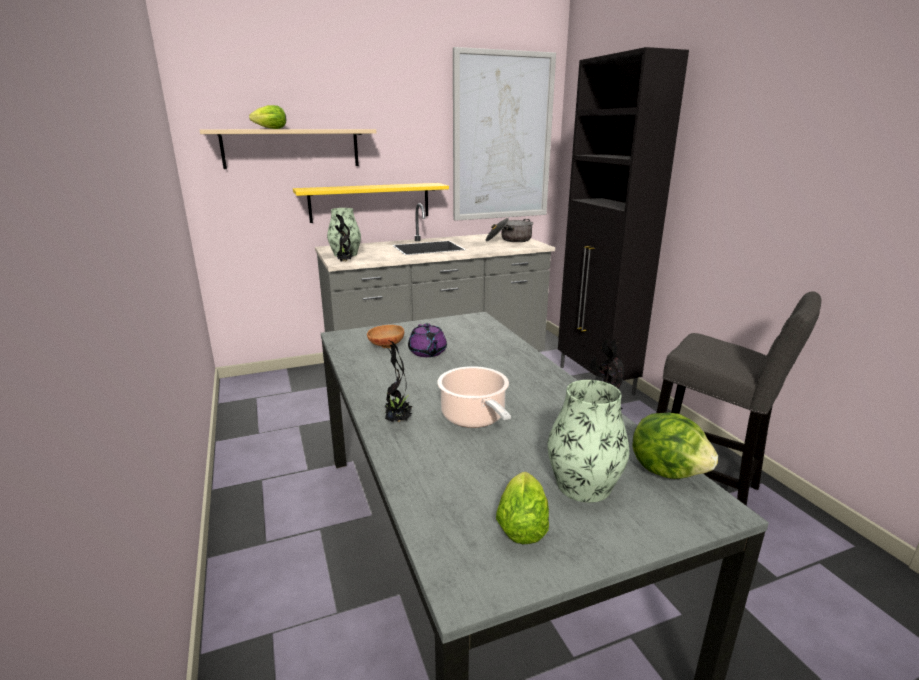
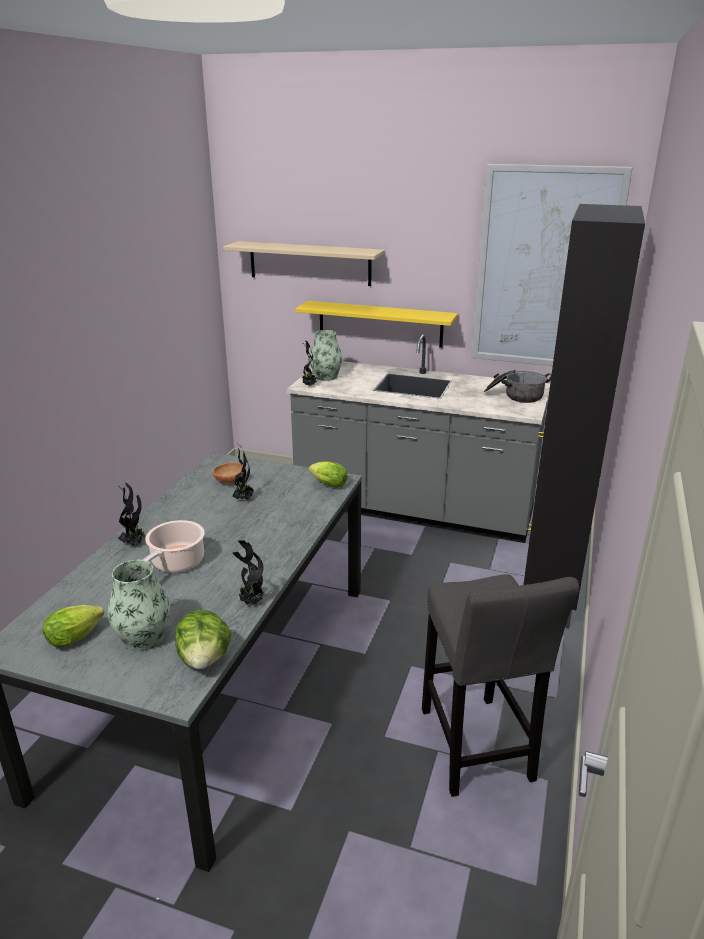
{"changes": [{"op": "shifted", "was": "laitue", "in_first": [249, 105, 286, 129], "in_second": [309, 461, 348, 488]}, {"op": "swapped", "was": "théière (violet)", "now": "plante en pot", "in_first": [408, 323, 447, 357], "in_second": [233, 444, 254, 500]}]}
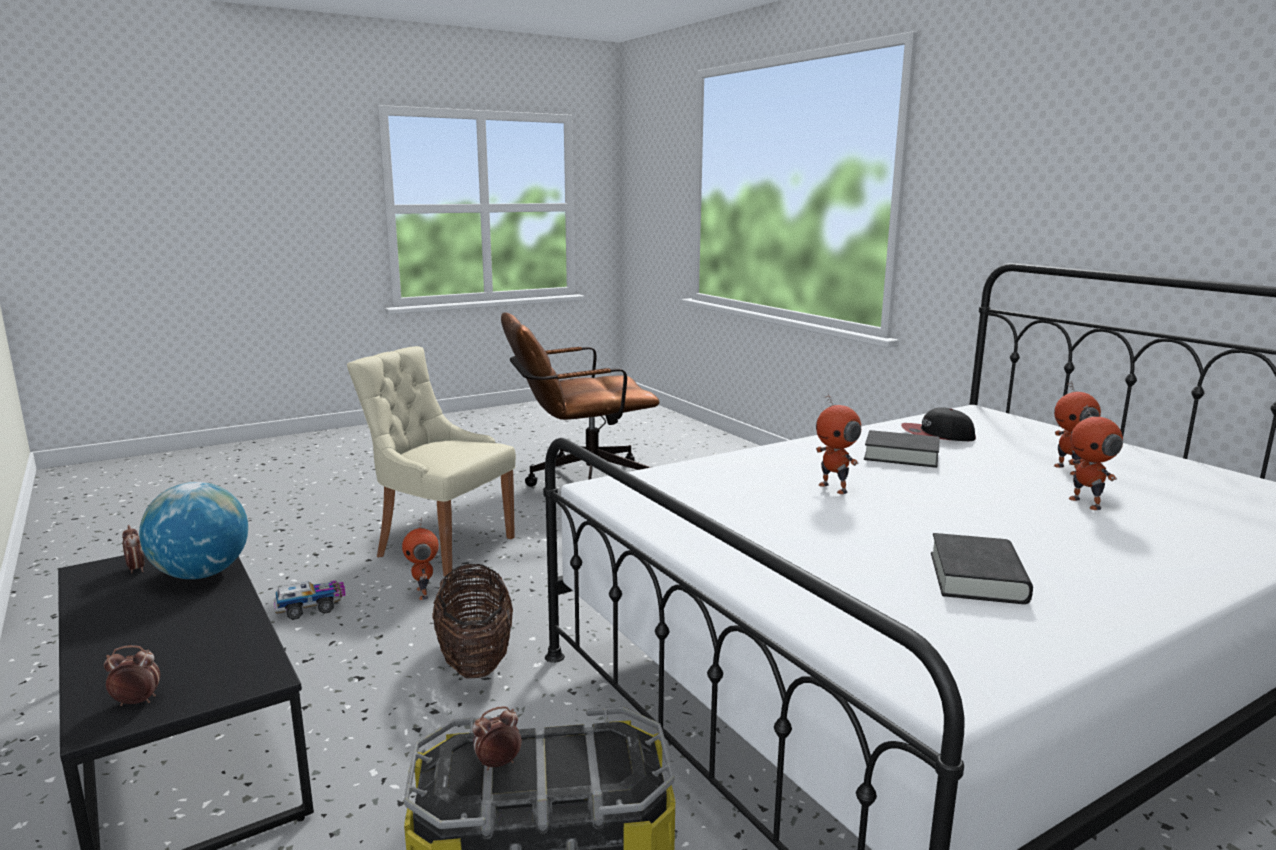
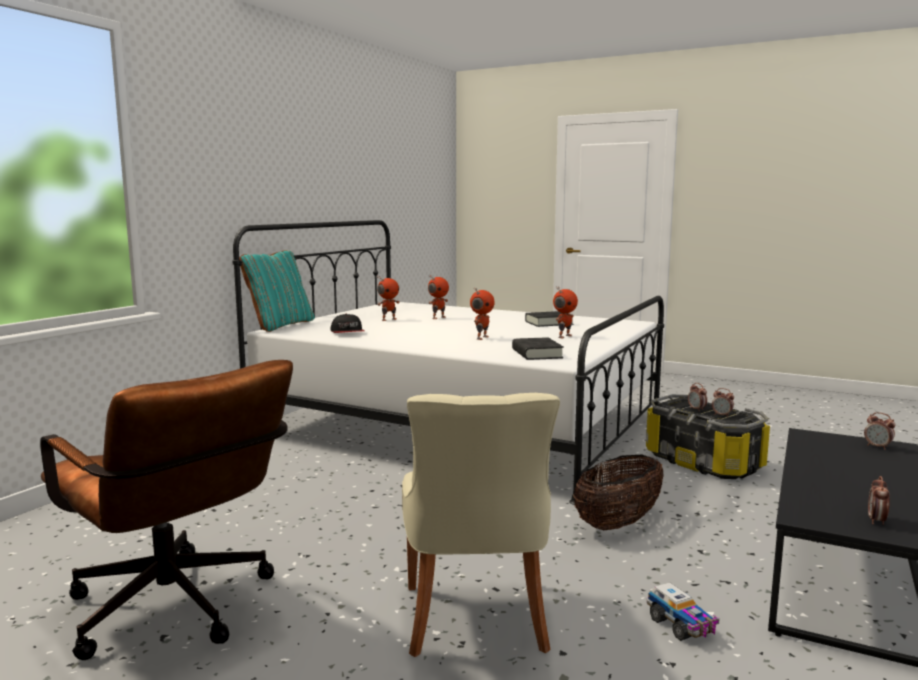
{"changes": [{"op": "gone", "was": "globe", "in_first": [139, 482, 248, 579]}, {"op": "new", "now": "coussin (turquoise)", "in_second": [239, 250, 315, 332]}, {"op": "new", "now": "réveil", "in_second": [688, 383, 707, 410]}, {"op": "shifted", "was": "robot jouet", "in_first": [402, 518, 439, 600], "in_second": [553, 286, 578, 338]}, {"op": "shifted", "was": "livre (noir)", "in_first": [864, 430, 940, 468], "in_second": [512, 337, 564, 360]}, {"op": "rotated", "was": "camion jouet", "in_first": [274, 580, 345, 620], "in_second": [646, 582, 720, 641], "clockwise": -150}]}
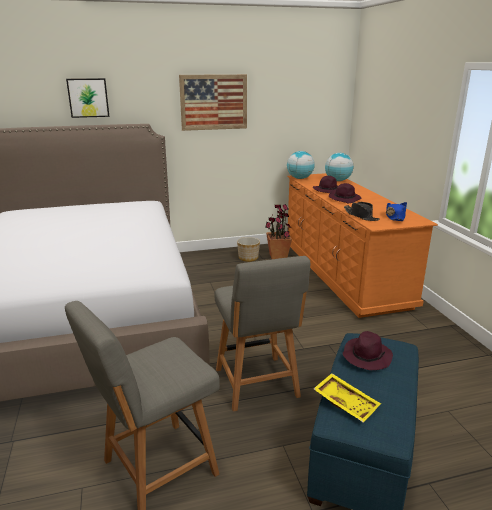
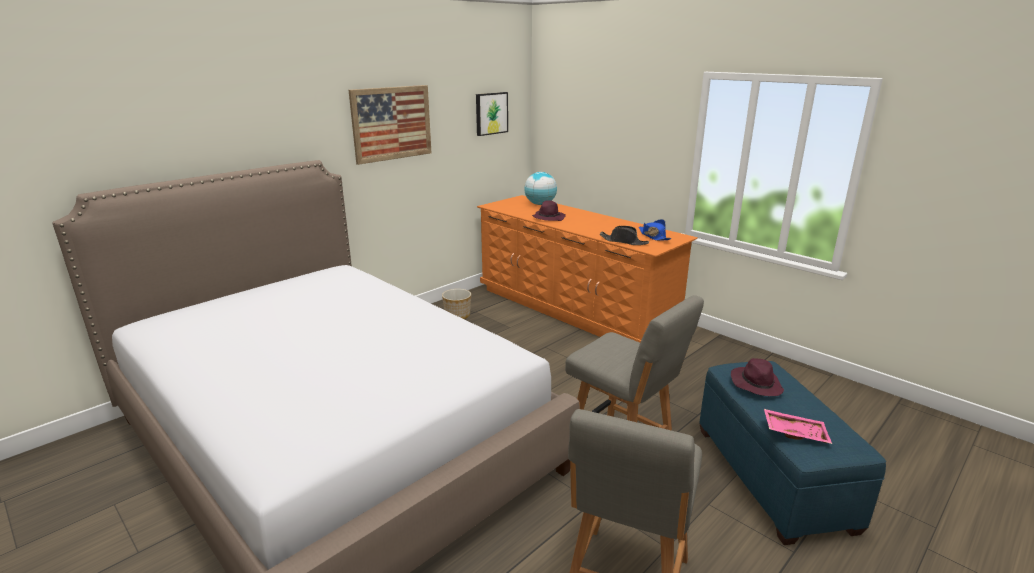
{"changes": [{"op": "gone", "was": "plante en pot", "in_first": [265, 204, 292, 259]}, {"op": "gone", "was": "globe", "in_first": [287, 151, 315, 179]}, {"op": "gone", "was": "chapeau (violet)", "in_first": [329, 183, 361, 203]}, {"op": "shifted", "was": "tableau", "in_first": [66, 78, 109, 118], "in_second": [476, 92, 508, 136]}, {"op": "repainted", "was": "plateau (jaune)", "now": "plateau (rose)", "in_first": [314, 373, 381, 423], "in_second": [764, 409, 832, 444]}]}
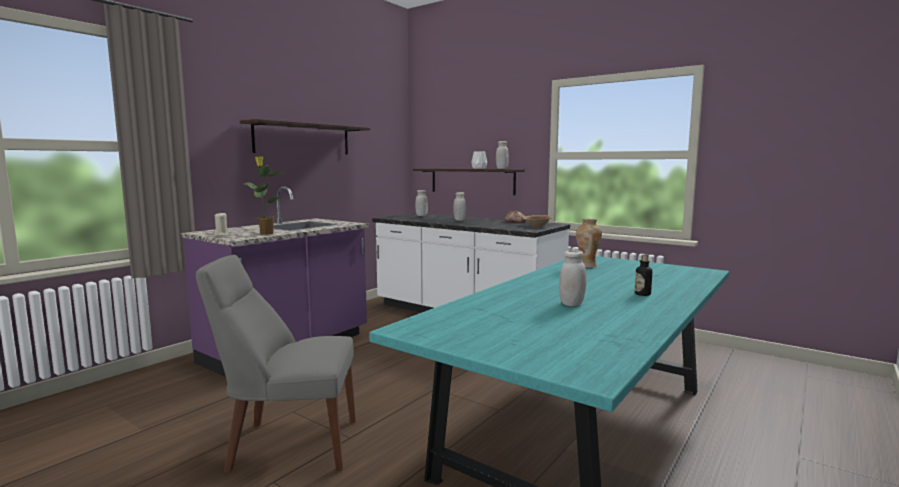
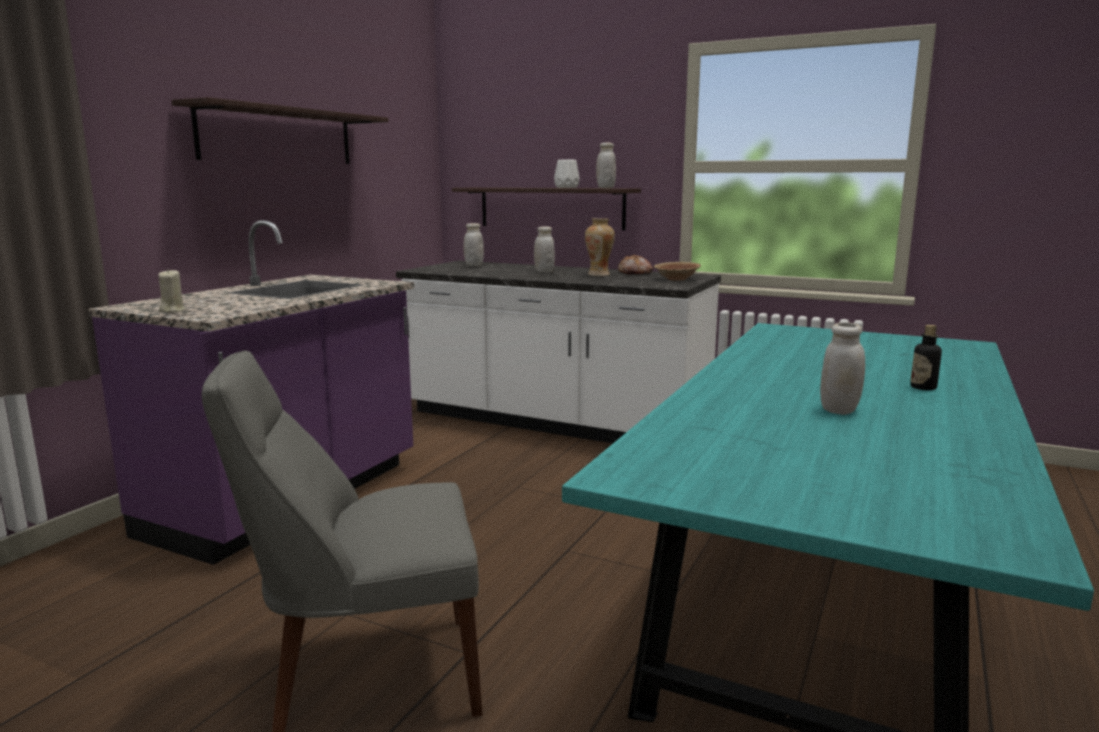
{"changes": [{"op": "gone", "was": "plante en pot", "in_first": [243, 157, 284, 235]}, {"op": "shifted", "was": "vase", "in_first": [576, 218, 602, 268], "in_second": [585, 218, 615, 276]}]}
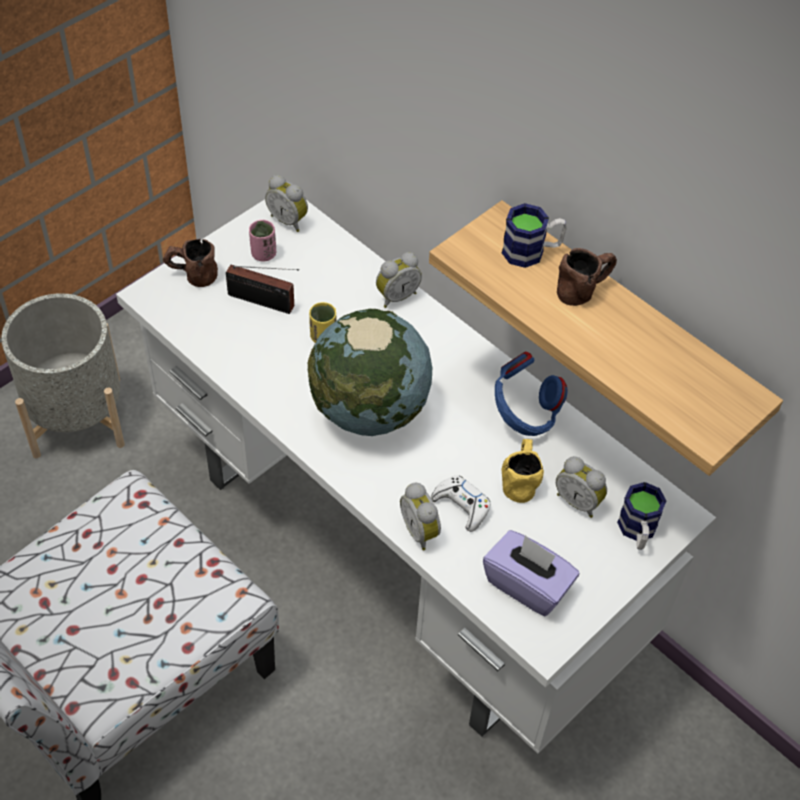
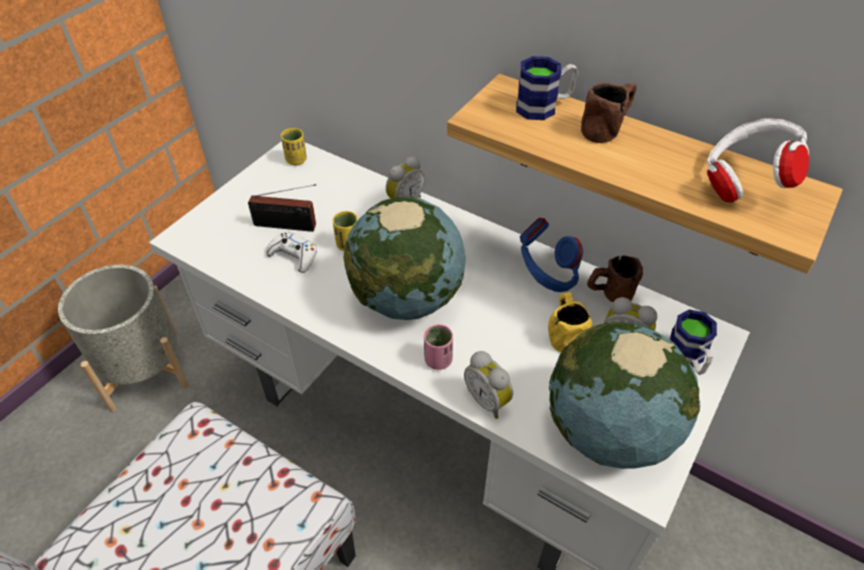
{"changes": [{"op": "new", "now": "casque audio (blanc)", "in_second": [707, 118, 809, 203]}, {"op": "shifted", "was": "mug (marron)", "in_first": [163, 239, 218, 287], "in_second": [587, 255, 643, 302]}, {"op": "shifted", "was": "tasse (rose)", "in_first": [249, 220, 276, 261], "in_second": [424, 324, 453, 370]}, {"op": "shifted", "was": "manette (blanc)", "in_first": [431, 475, 491, 532], "in_second": [266, 232, 317, 273]}, {"op": "swapped", "was": "réveil", "now": "tasse (jaune)", "in_first": [265, 175, 308, 232], "in_second": [281, 128, 307, 165]}, {"op": "swapped", "was": "boîte à mouchoirs (violet)", "now": "globe", "in_first": [483, 530, 579, 616], "in_second": [549, 322, 700, 469]}]}
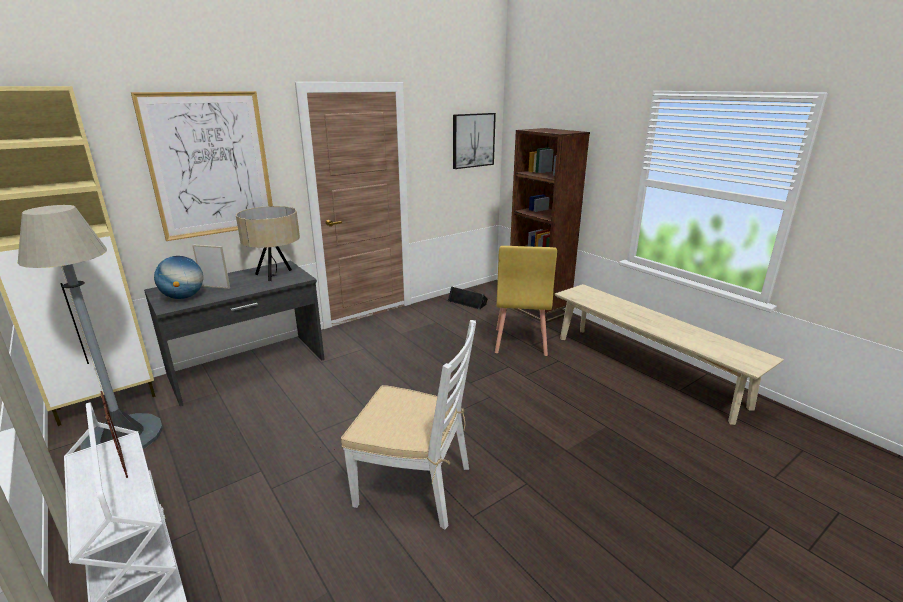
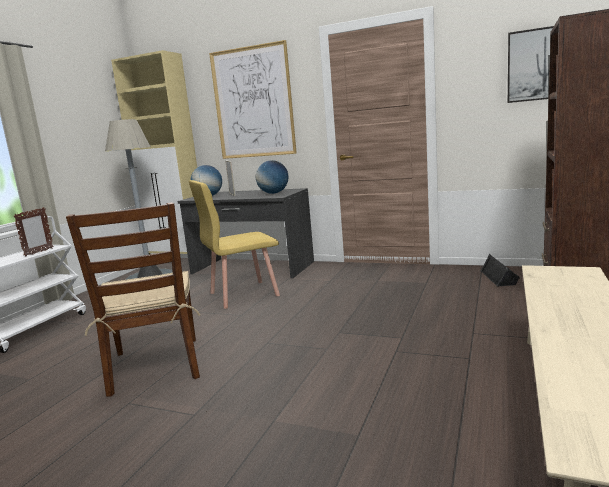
{"changes": [{"op": "shifted", "was": "chaise (jaune)", "in_first": [495, 246, 557, 356], "in_second": [189, 180, 280, 309]}, {"op": "swapped", "was": "lampe de table (beige)", "now": "globe", "in_first": [236, 206, 300, 281], "in_second": [256, 160, 288, 194]}, {"op": "repainted", "was": "chaise (blanc)", "now": "chaise (marron)", "in_first": [341, 320, 476, 530], "in_second": [66, 202, 200, 397]}]}
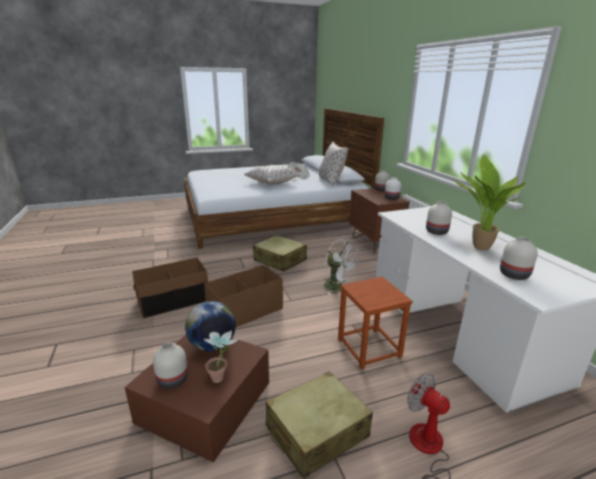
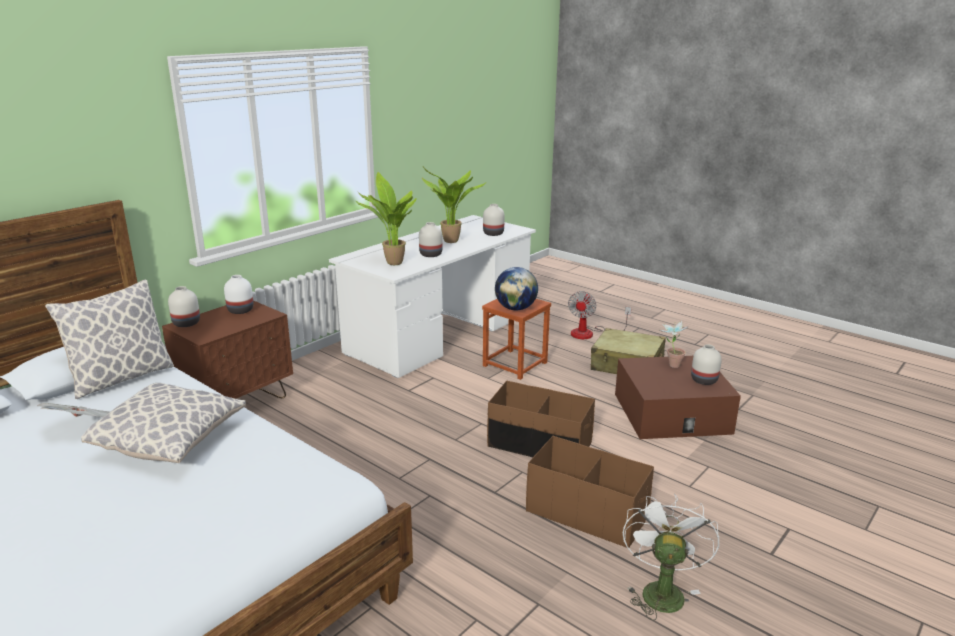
{"changes": [{"op": "gone", "was": "valise (beige)", "in_first": [253, 235, 307, 272]}, {"op": "new", "now": "plante en pot", "in_second": [355, 172, 417, 265]}, {"op": "shifted", "was": "globe", "in_first": [185, 301, 236, 351], "in_second": [495, 267, 538, 310]}, {"op": "shifted", "was": "ventilateur (blanc)", "in_first": [324, 239, 359, 295], "in_second": [623, 494, 719, 620]}]}
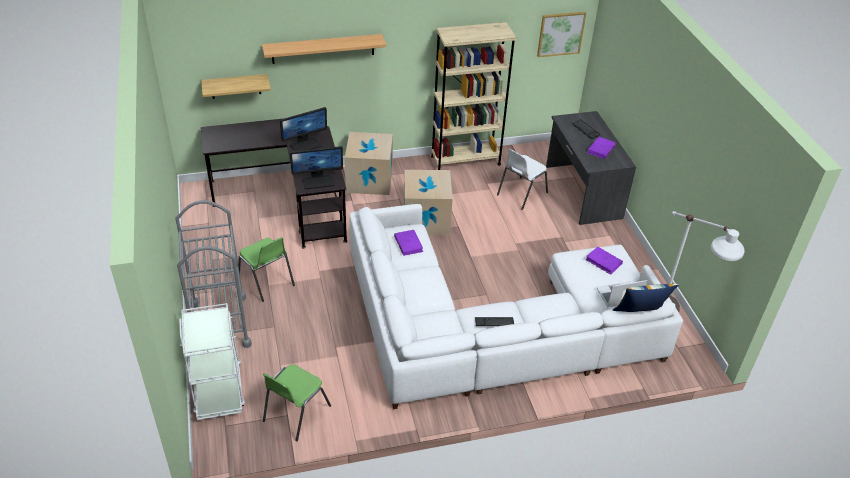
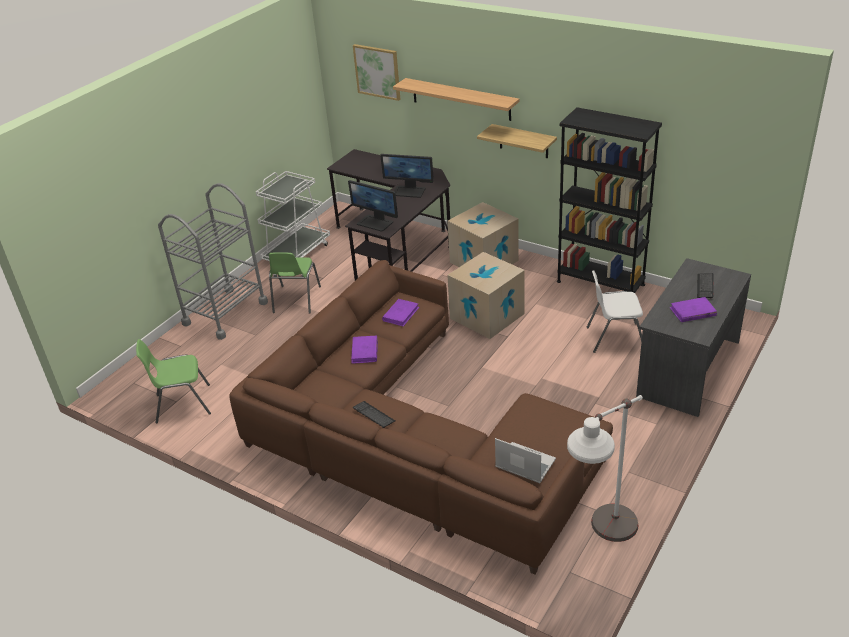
{"changes": [{"op": "gone", "was": "coussin", "in_first": [613, 284, 679, 312]}, {"op": "shifted", "was": "chariot (blanc)", "in_first": [179, 303, 245, 420], "in_second": [256, 171, 330, 261]}, {"op": "shifted", "was": "étagère", "in_first": [201, 74, 271, 99], "in_second": [477, 124, 557, 158]}, {"op": "shifted", "was": "tableau", "in_first": [537, 12, 586, 57], "in_second": [353, 44, 400, 101]}, {"op": "shifted", "was": "livre (violet)", "in_first": [585, 247, 623, 275], "in_second": [351, 336, 378, 364]}, {"op": "repainted", "was": "canapé (blanc)", "now": "canapé (marron)", "in_first": [350, 204, 683, 409], "in_second": [229, 260, 613, 575]}, {"op": "repainted", "was": "bibliothèque (beige)", "now": "bibliothèque (noir)", "in_first": [431, 22, 517, 170], "in_second": [557, 107, 662, 293]}]}
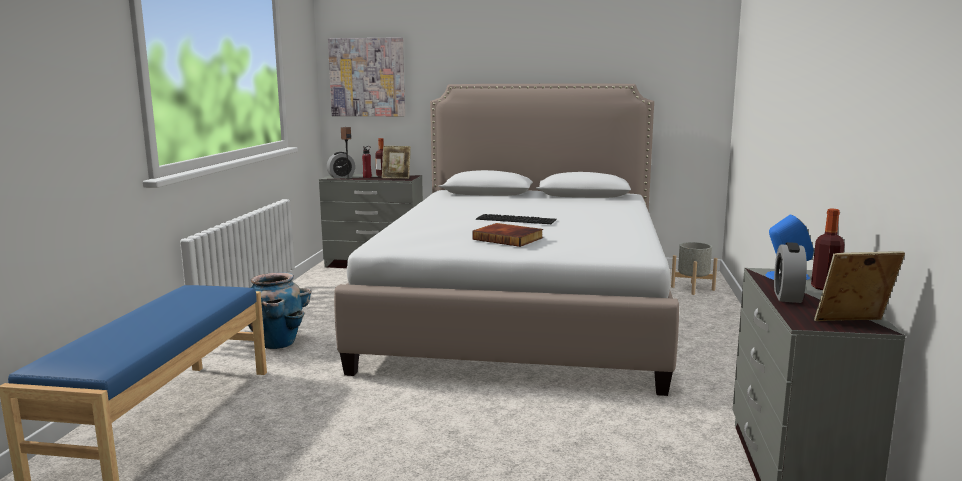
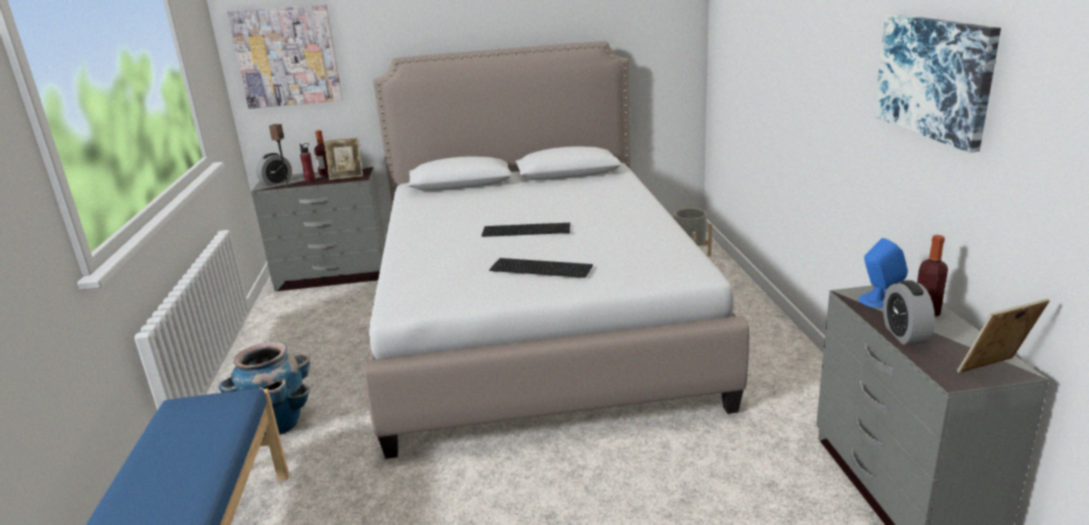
{"changes": [{"op": "new", "now": "tableau", "in_second": [874, 14, 1001, 153]}, {"op": "swapped", "was": "livre", "now": "clavier", "in_first": [472, 223, 543, 247], "in_second": [489, 258, 593, 278]}]}
